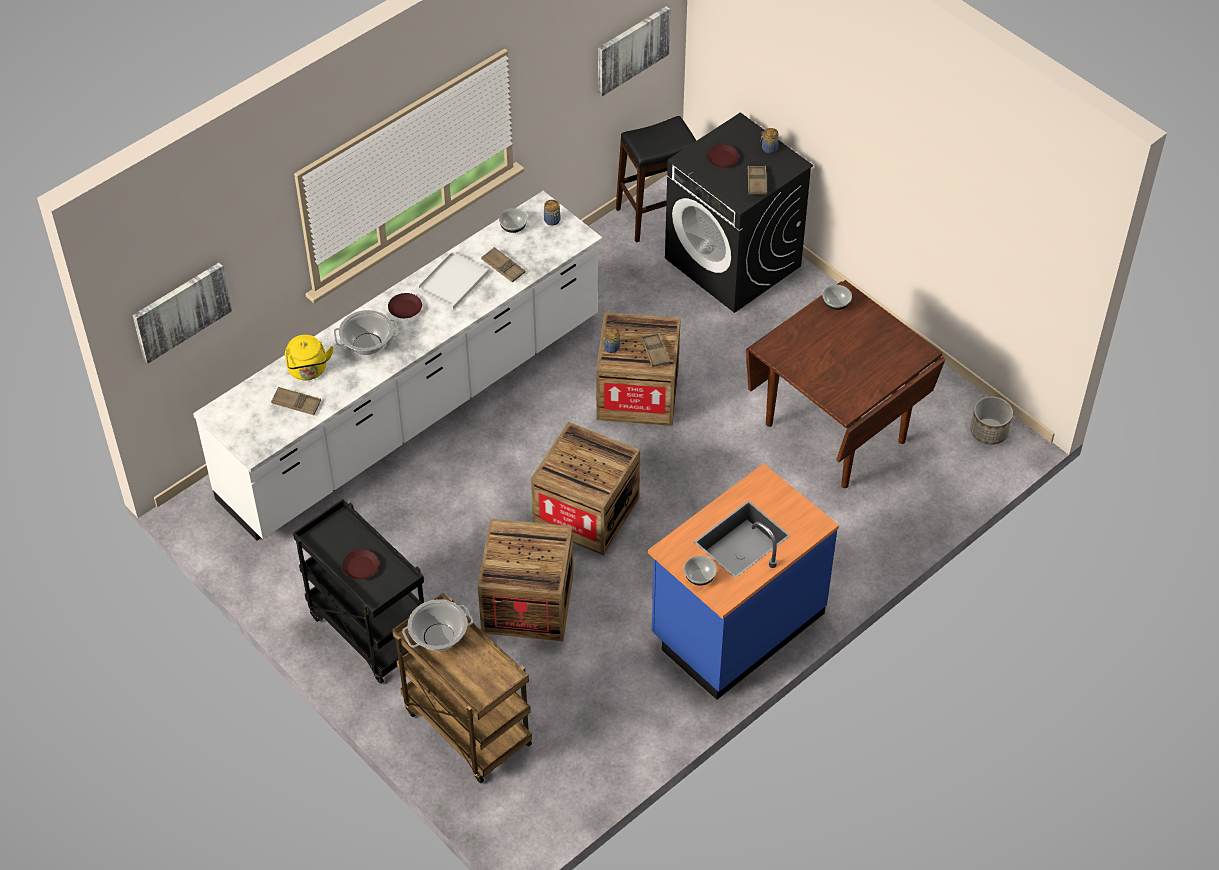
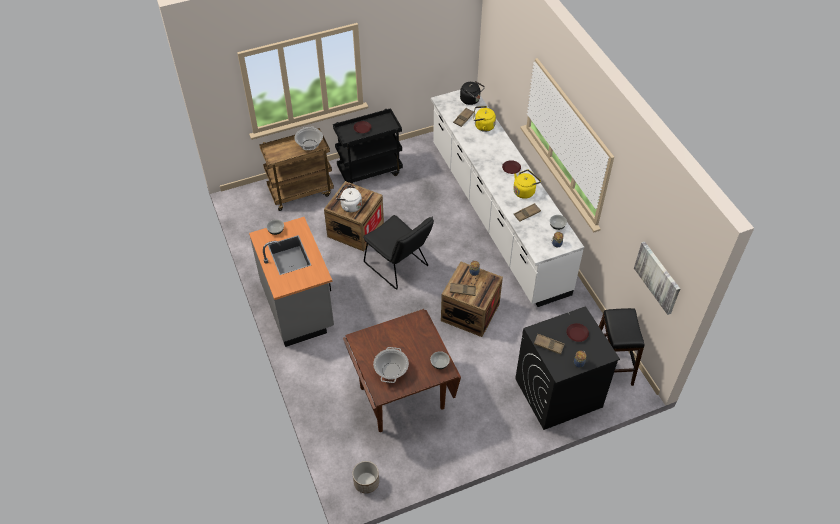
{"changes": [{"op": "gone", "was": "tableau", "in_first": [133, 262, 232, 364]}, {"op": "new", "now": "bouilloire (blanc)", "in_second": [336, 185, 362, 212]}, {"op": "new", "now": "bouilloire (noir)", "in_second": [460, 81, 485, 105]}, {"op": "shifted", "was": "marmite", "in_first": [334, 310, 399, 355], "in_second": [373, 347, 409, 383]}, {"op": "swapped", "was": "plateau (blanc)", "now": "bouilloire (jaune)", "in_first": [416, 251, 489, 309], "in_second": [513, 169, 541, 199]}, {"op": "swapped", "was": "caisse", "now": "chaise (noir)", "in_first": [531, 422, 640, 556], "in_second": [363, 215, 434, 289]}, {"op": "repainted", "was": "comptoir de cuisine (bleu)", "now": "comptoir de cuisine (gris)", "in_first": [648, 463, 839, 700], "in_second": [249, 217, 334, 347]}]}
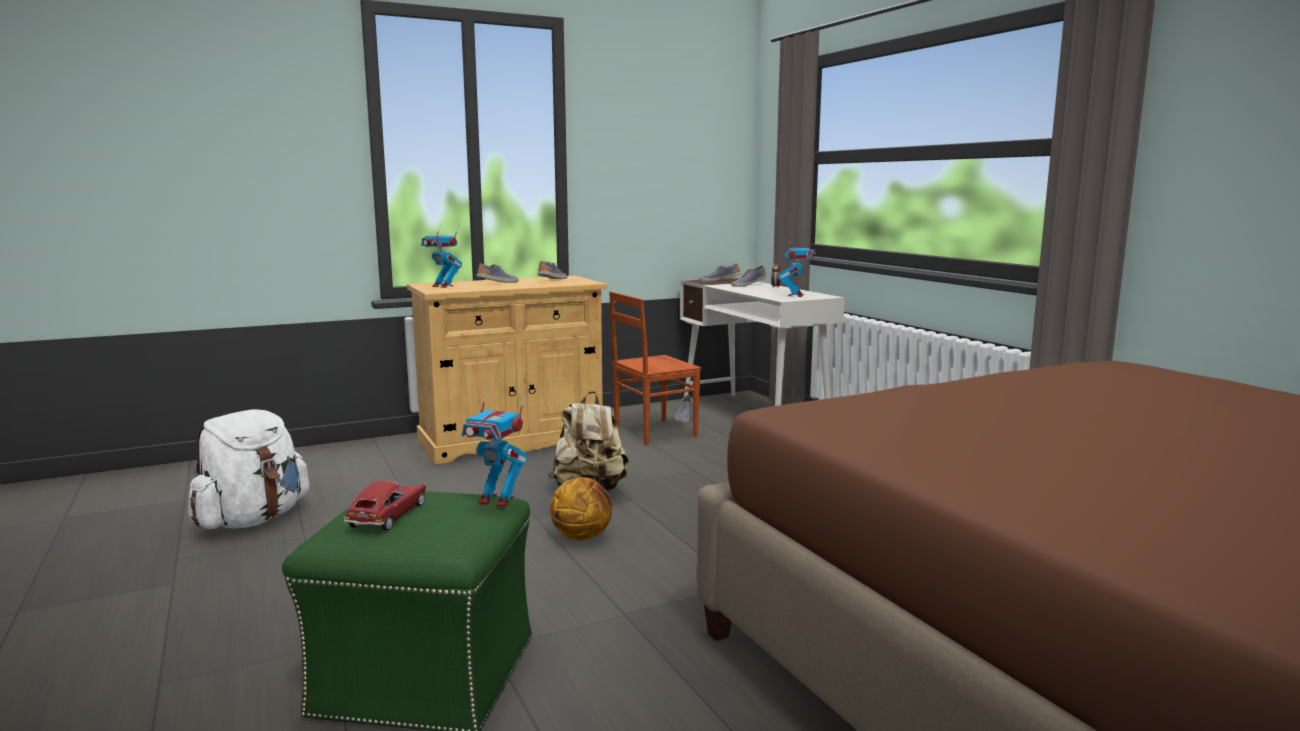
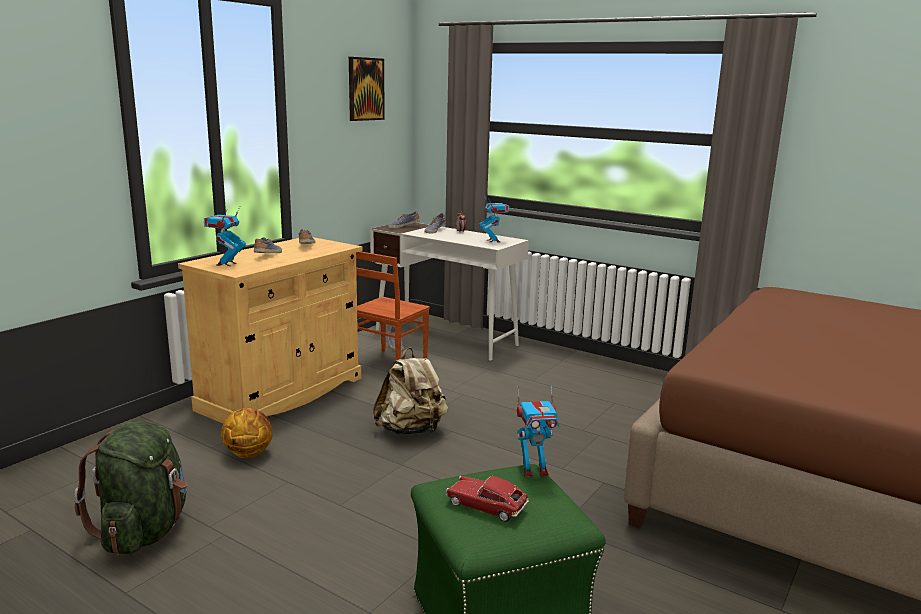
{"changes": [{"op": "new", "now": "tableau", "in_second": [349, 57, 385, 121]}, {"op": "shifted", "was": "ballon de basket", "in_first": [550, 477, 612, 541], "in_second": [221, 408, 273, 458]}, {"op": "repainted", "was": "sac à dos (blanc)", "now": "sac à dos (vert)", "in_first": [188, 409, 309, 529], "in_second": [74, 421, 187, 555]}, {"op": "rotated", "was": "petite voiture", "in_first": [344, 481, 427, 531], "in_second": [446, 476, 529, 522], "clockwise": -45}, {"op": "rotated", "was": "robot jouet", "in_first": [422, 225, 462, 288], "in_second": [204, 207, 246, 266], "clockwise": 105}]}
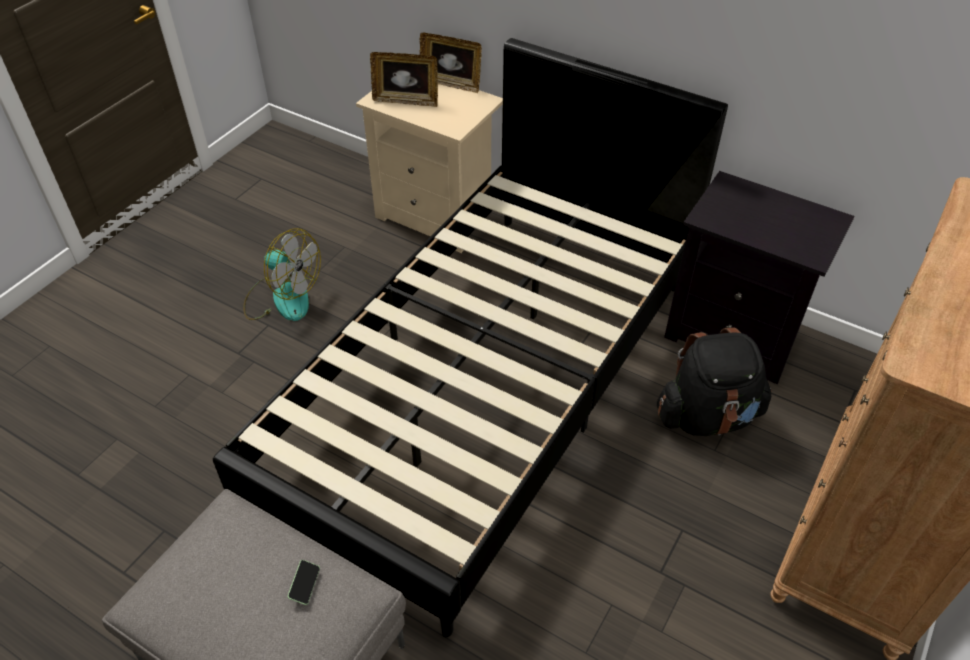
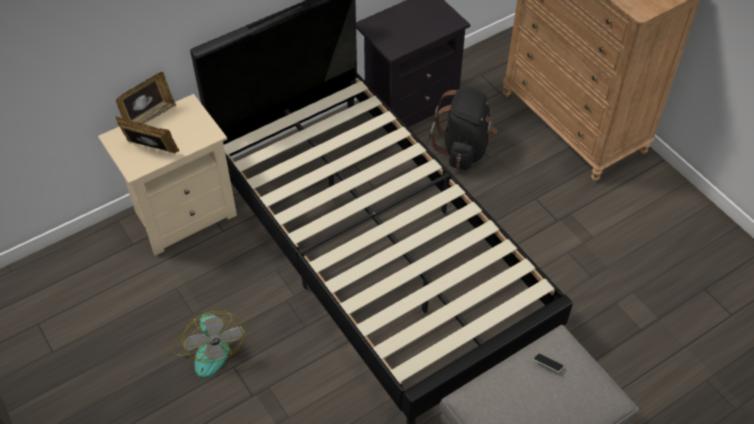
{"changes": [{"op": "rotated", "was": "ventilateur", "in_first": [243, 228, 321, 321], "in_second": [171, 311, 245, 378], "clockwise": 105}, {"op": "rotated", "was": "cadre photo", "in_first": [370, 52, 438, 107], "in_second": [115, 116, 179, 153], "clockwise": -105}]}
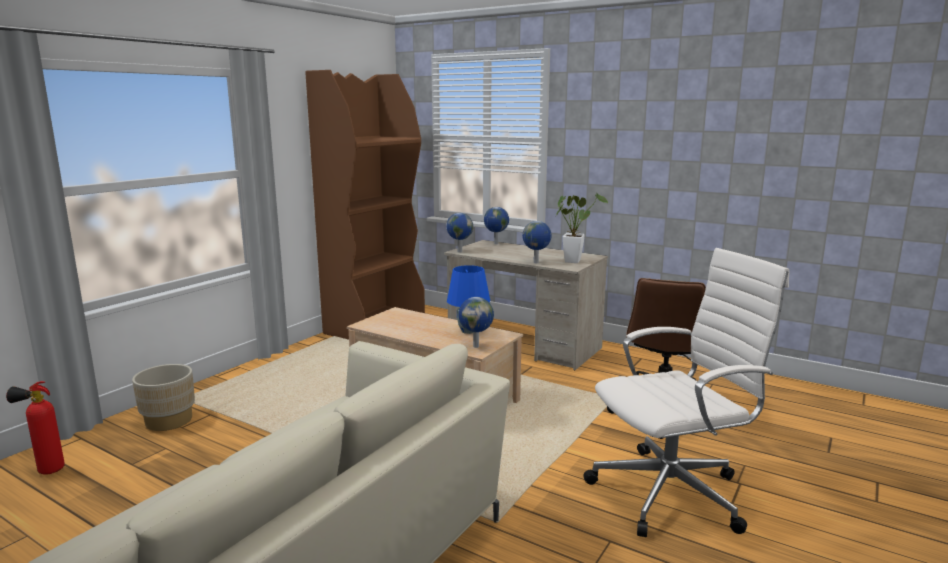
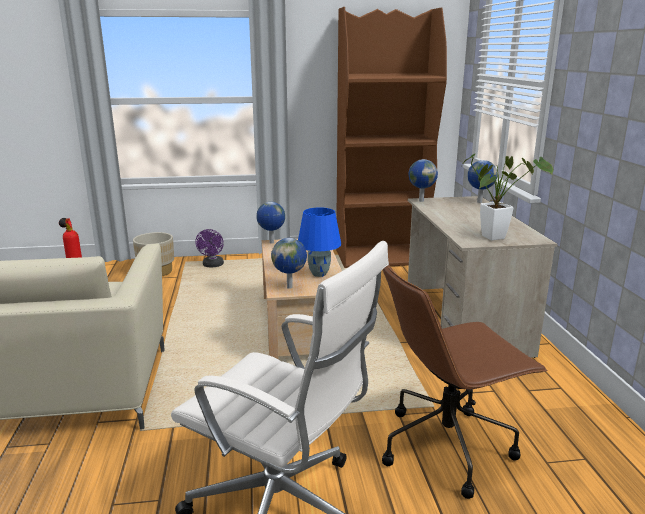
{"changes": [{"op": "new", "now": "ventilateur (violet)", "in_second": [195, 229, 224, 267]}, {"op": "shifted", "was": "globe", "in_first": [522, 221, 552, 263], "in_second": [256, 202, 285, 244]}]}
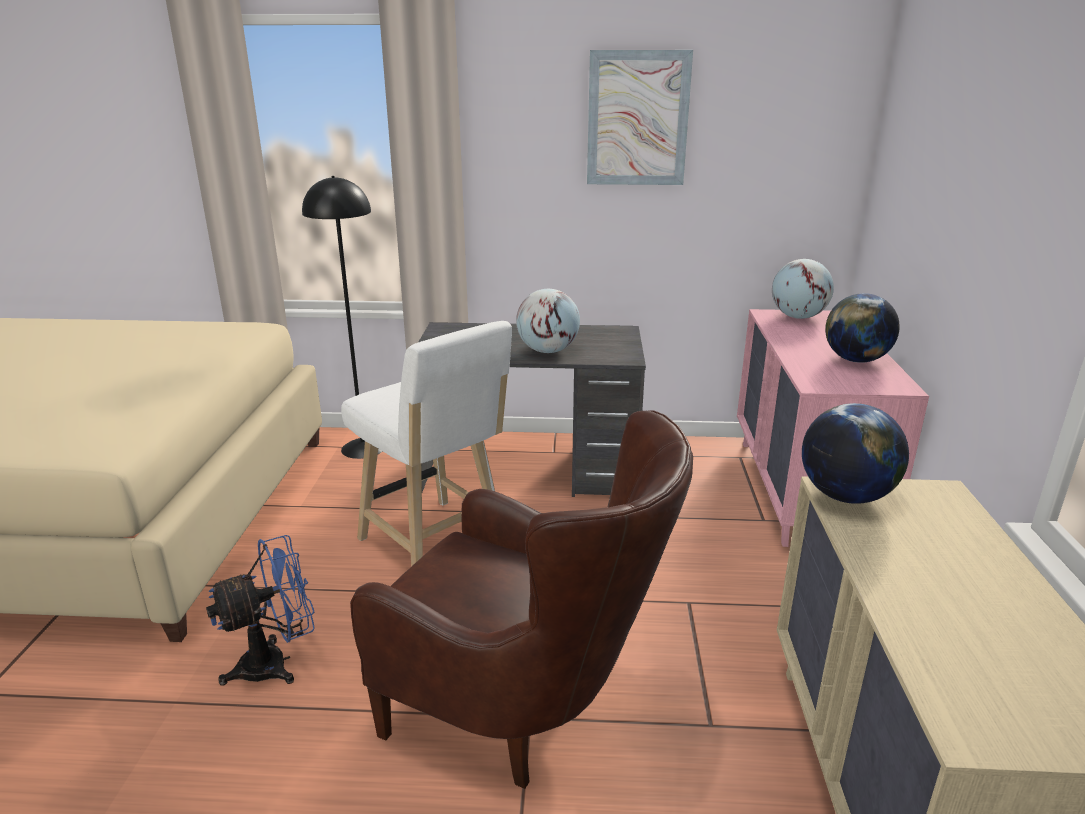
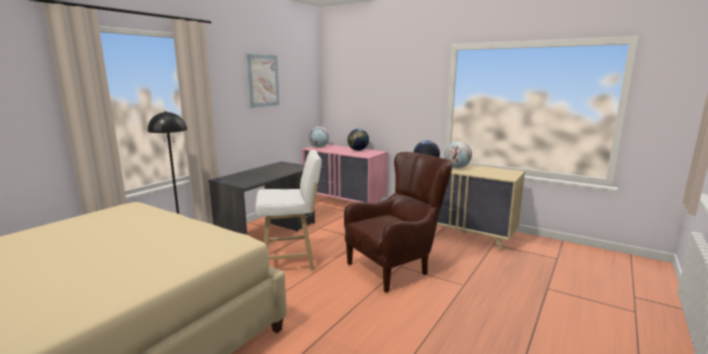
{"changes": [{"op": "gone", "was": "ventilateur (bleu)", "in_first": [206, 535, 315, 686]}, {"op": "shifted", "was": "globe", "in_first": [516, 289, 580, 353], "in_second": [445, 141, 472, 168]}]}
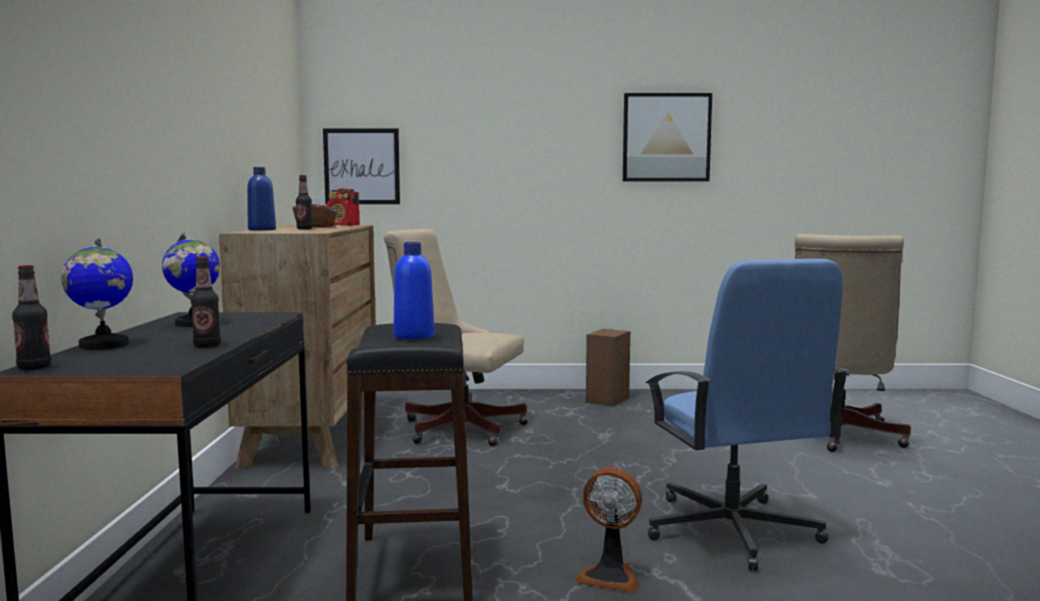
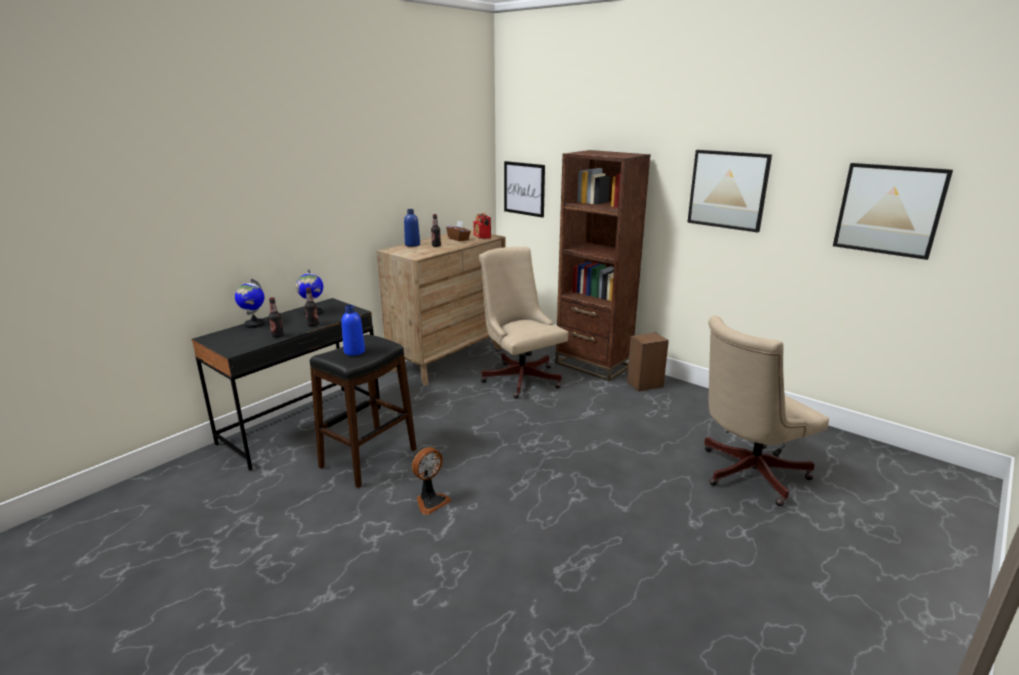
{"changes": [{"op": "gone", "was": "chaise de bureau (bleu)", "in_first": [646, 259, 849, 571]}, {"op": "new", "now": "bibliothèque (marron)", "in_second": [555, 150, 651, 381]}, {"op": "new", "now": "tableau", "in_second": [833, 163, 953, 260]}, {"op": "shifted", "was": "bouteille", "in_first": [12, 265, 51, 370], "in_second": [305, 287, 319, 326]}, {"op": "rotated", "was": "ventilateur", "in_first": [575, 467, 642, 593], "in_second": [412, 447, 451, 515], "clockwise": -105}]}
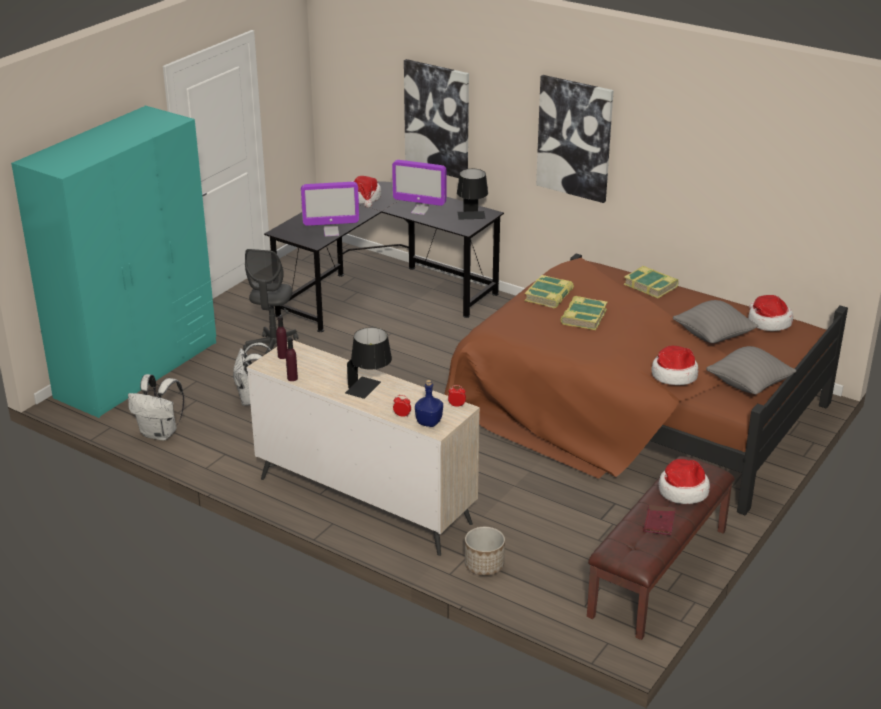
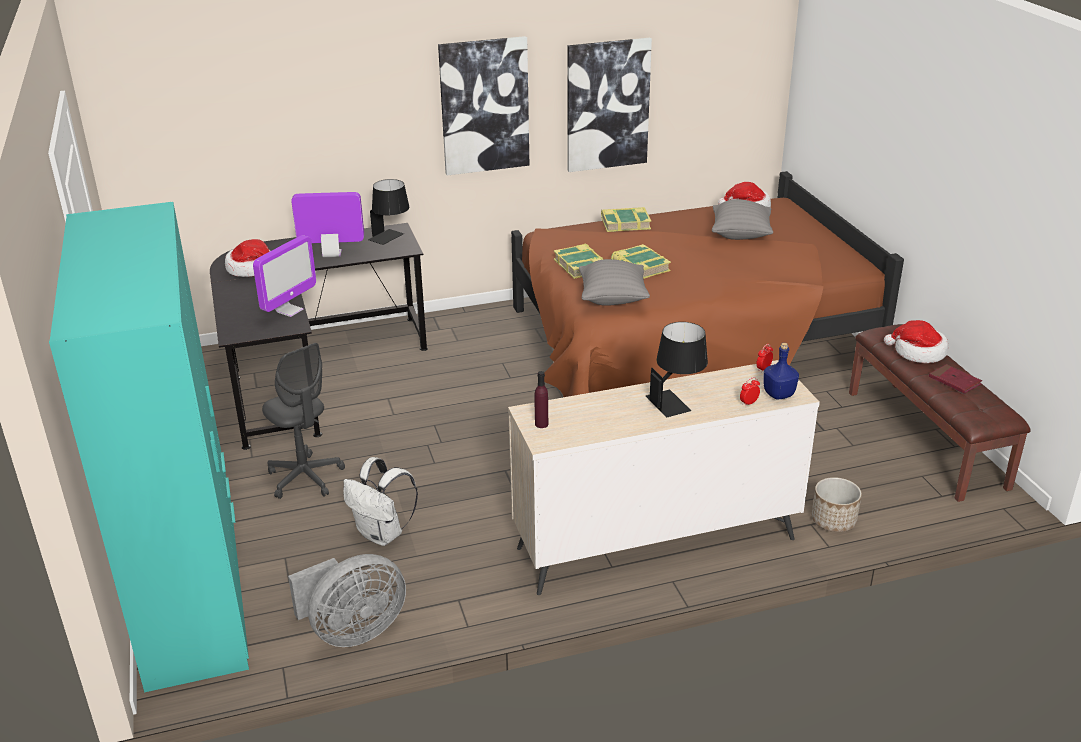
{"changes": [{"op": "gone", "was": "bouteille (violet)", "in_first": [286, 337, 298, 381]}, {"op": "gone", "was": "chapeau", "in_first": [652, 346, 699, 385]}, {"op": "shifted", "was": "tableau", "in_first": [404, 59, 469, 178], "in_second": [567, 38, 652, 172]}, {"op": "shifted", "was": "coussin (gris)", "in_first": [706, 346, 797, 394], "in_second": [579, 259, 650, 306]}, {"op": "swapped", "was": "sac à dos (blanc)", "now": "ventilateur (gris)", "in_first": [128, 374, 184, 441], "in_second": [288, 554, 406, 647]}, {"op": "rotated", "was": "écran d'ordinateur", "in_first": [392, 160, 446, 215], "in_second": [291, 192, 364, 257], "clockwise": -150}]}
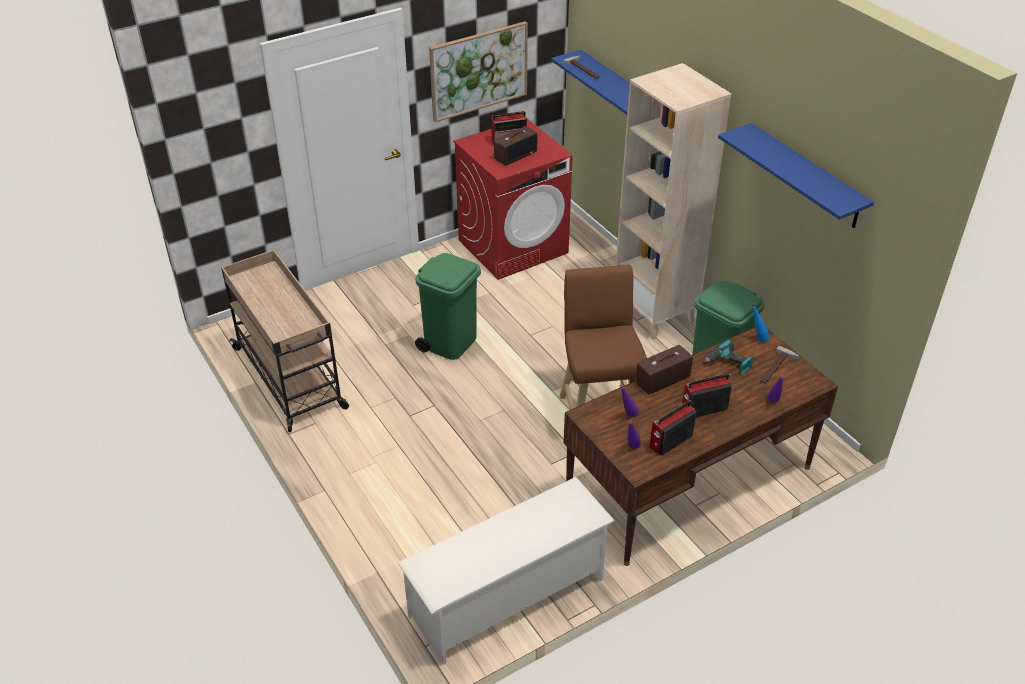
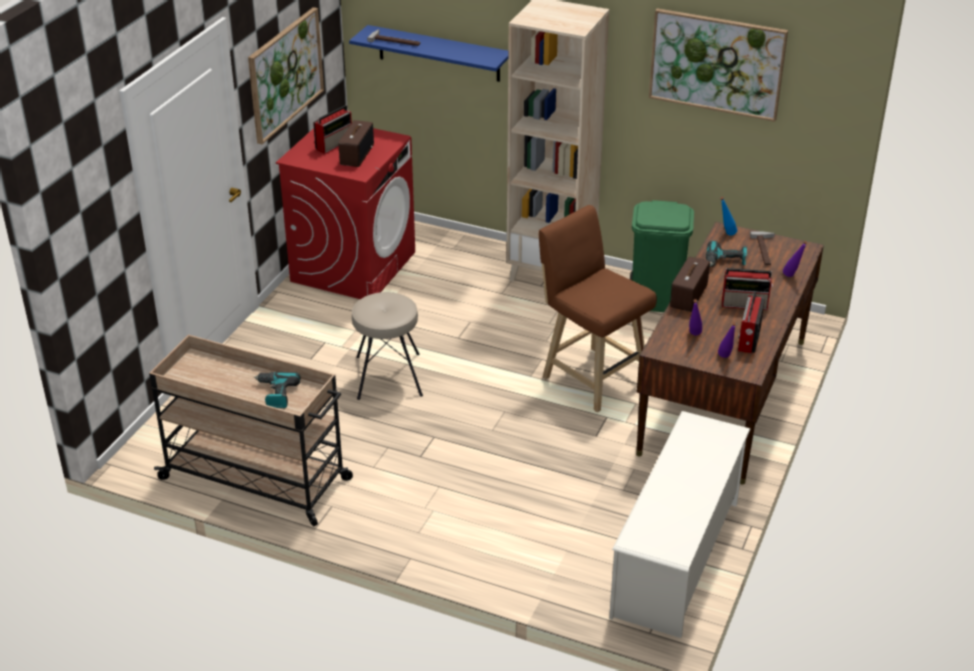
{"changes": [{"op": "new", "now": "perceuse", "in_second": [254, 372, 300, 408]}, {"op": "swapped", "was": "poubelle (vert)", "now": "tabouret (beige)", "in_first": [415, 253, 481, 360], "in_second": [352, 292, 423, 400]}, {"op": "swapped", "was": "étagère (bleu)", "now": "tableau", "in_first": [718, 123, 874, 228], "in_second": [649, 8, 788, 122]}, {"op": "rotated", "was": "radio", "in_first": [682, 373, 732, 417], "in_second": [722, 268, 773, 310], "clockwise": -120}]}
